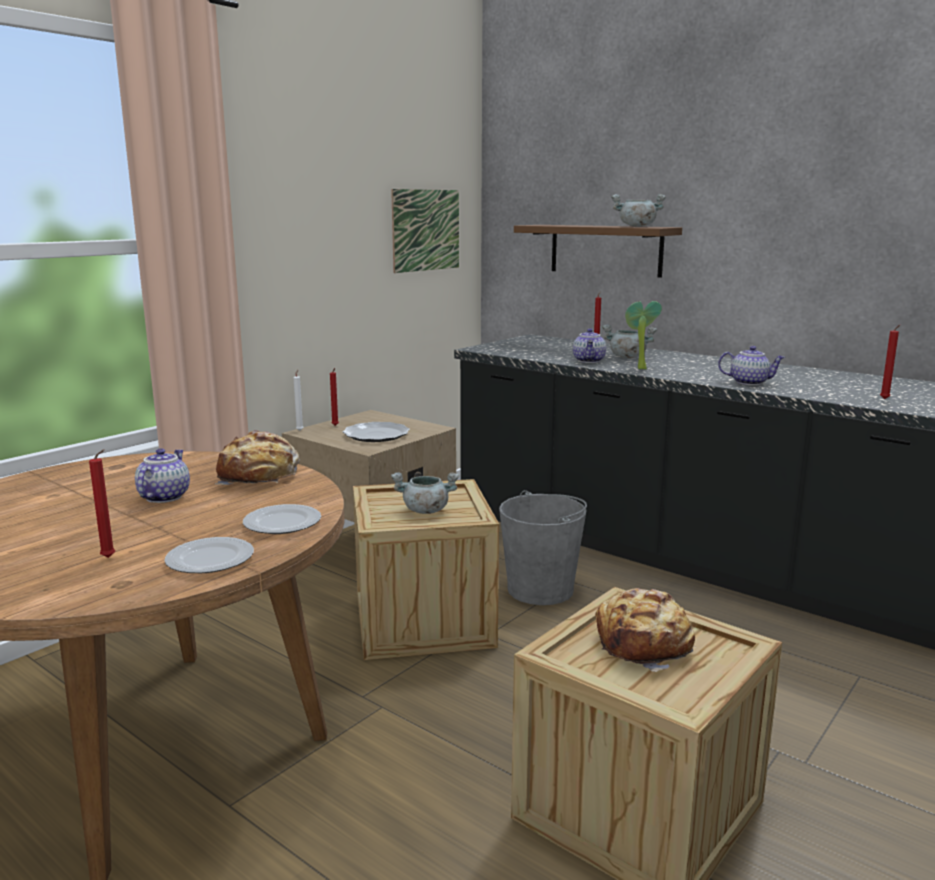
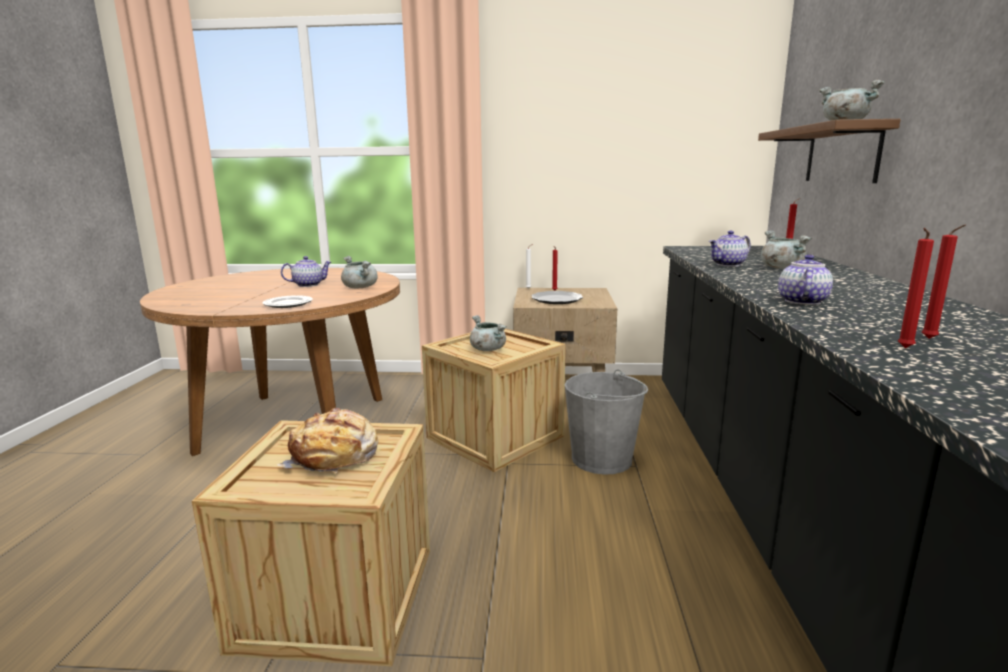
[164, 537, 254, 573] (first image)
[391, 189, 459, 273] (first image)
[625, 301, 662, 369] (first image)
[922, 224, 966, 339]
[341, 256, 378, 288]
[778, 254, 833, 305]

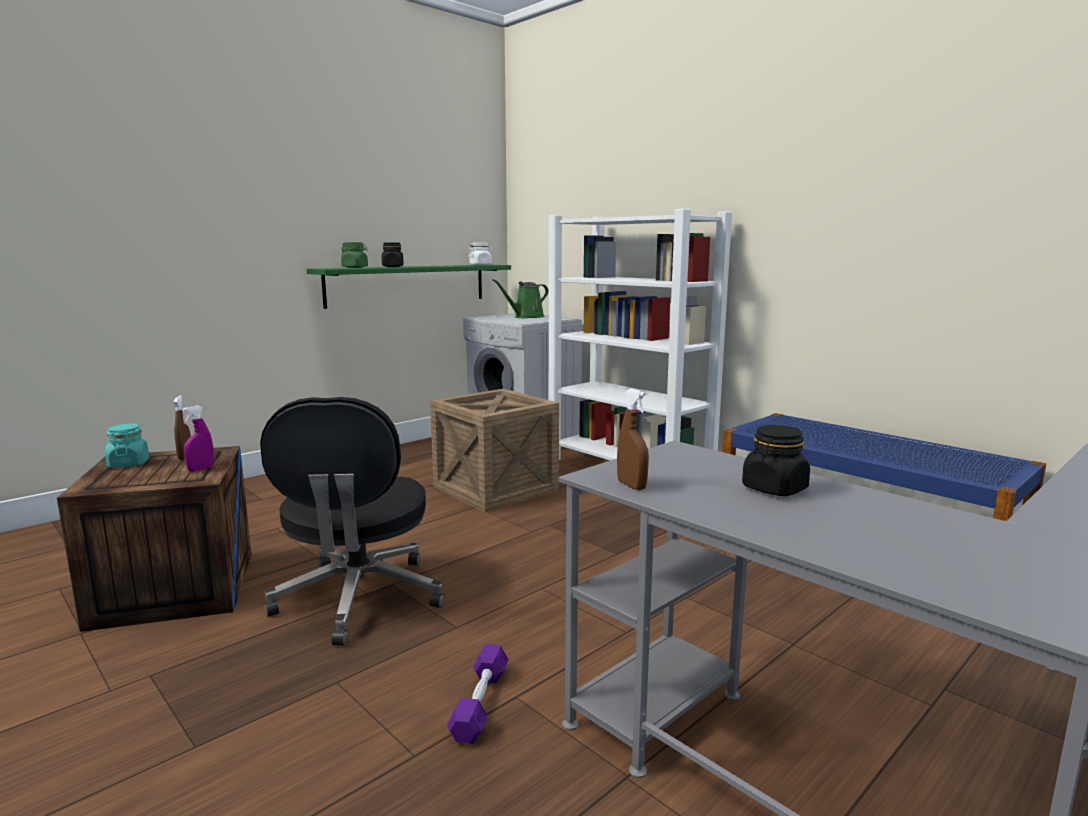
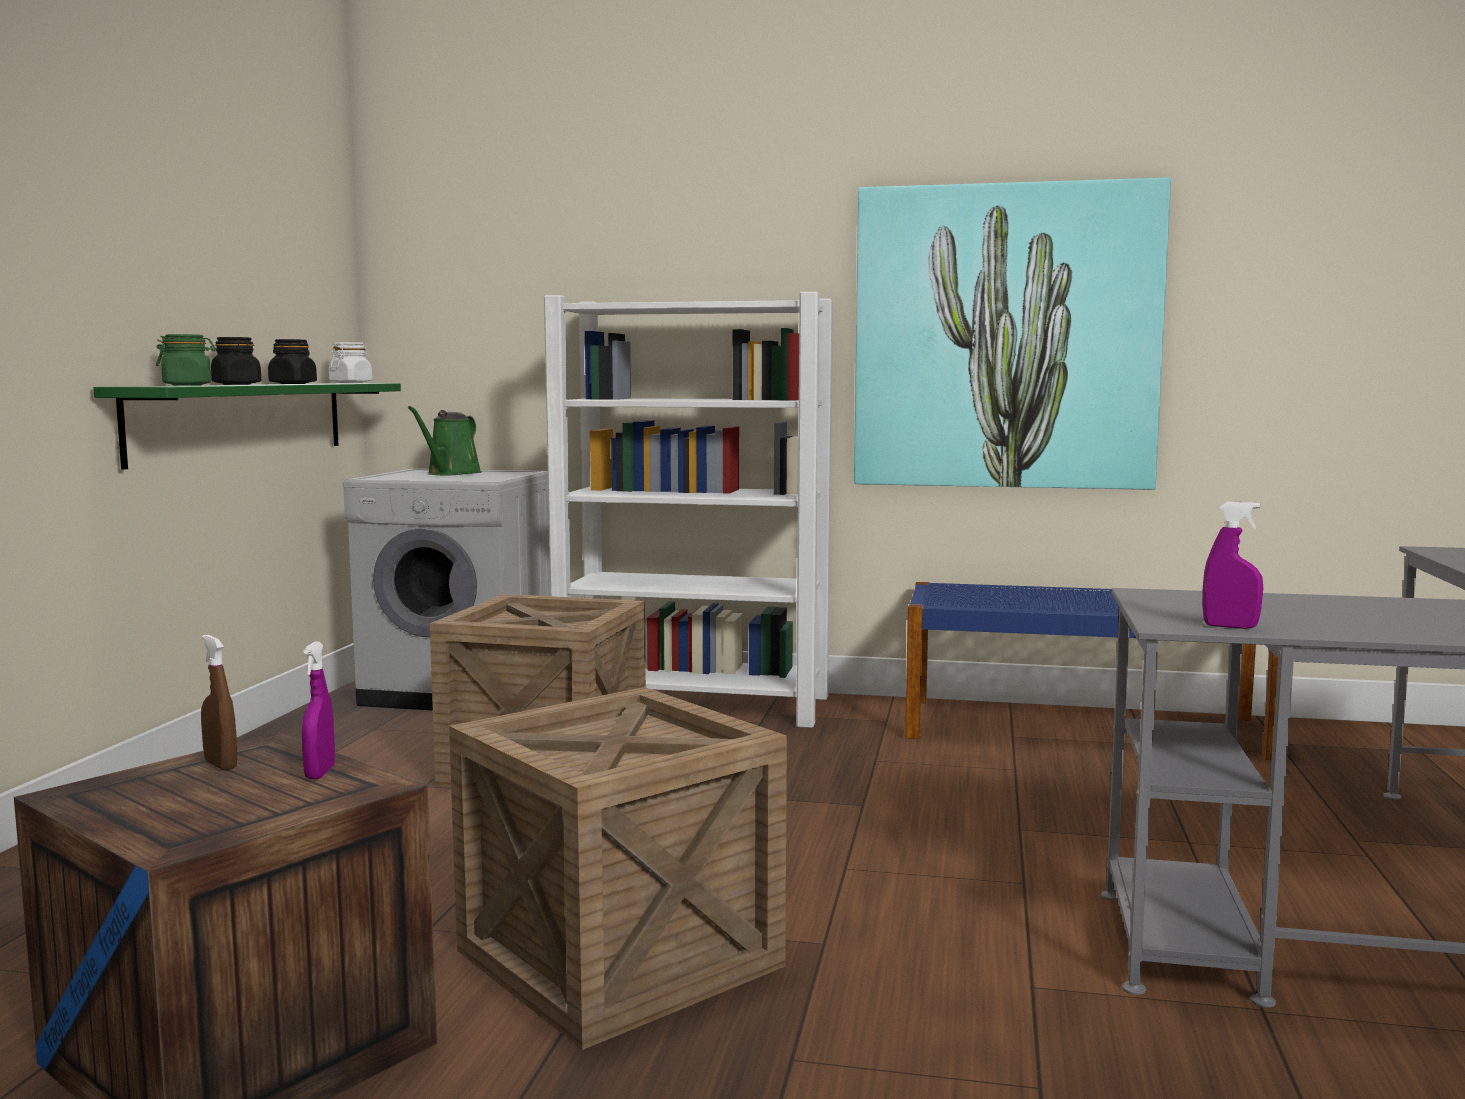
[105, 424, 149, 468] (first image)
[447, 644, 509, 744] (first image)
[854, 178, 1171, 490]
[268, 339, 317, 384]
[449, 687, 787, 1050]
[1202, 502, 1263, 629]

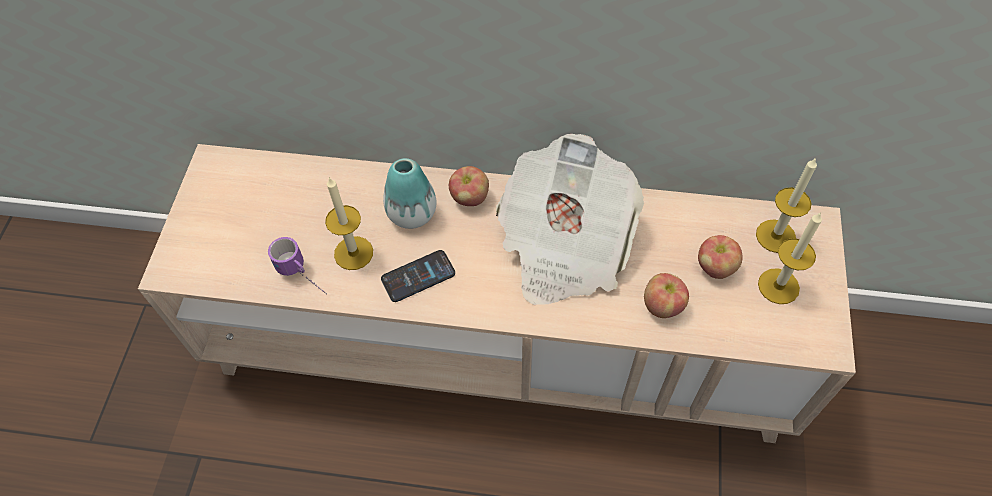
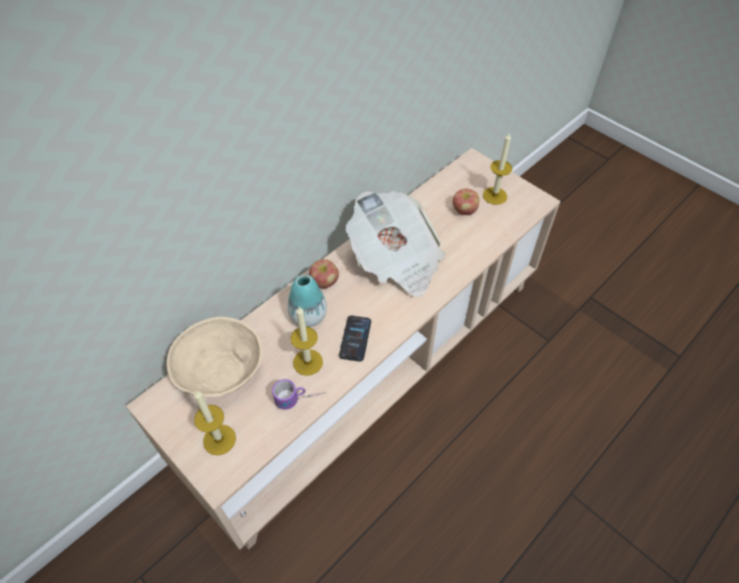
[644, 273, 689, 318] (first image)
[167, 317, 262, 397]
[194, 391, 236, 455]

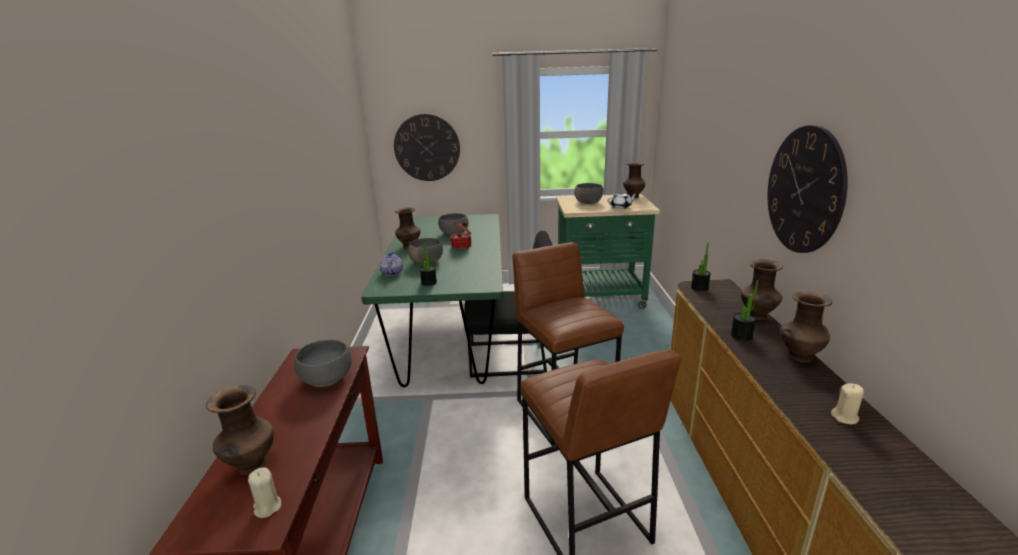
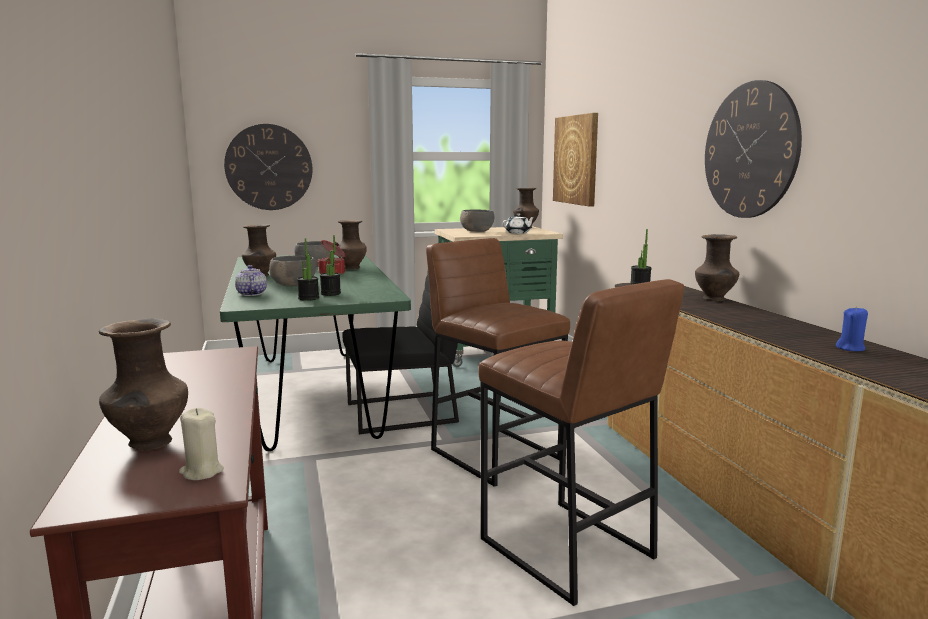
[294, 339, 352, 387] (first image)
[553, 113, 598, 207]
[320, 235, 341, 296]
[338, 220, 367, 269]
[836, 306, 868, 351]

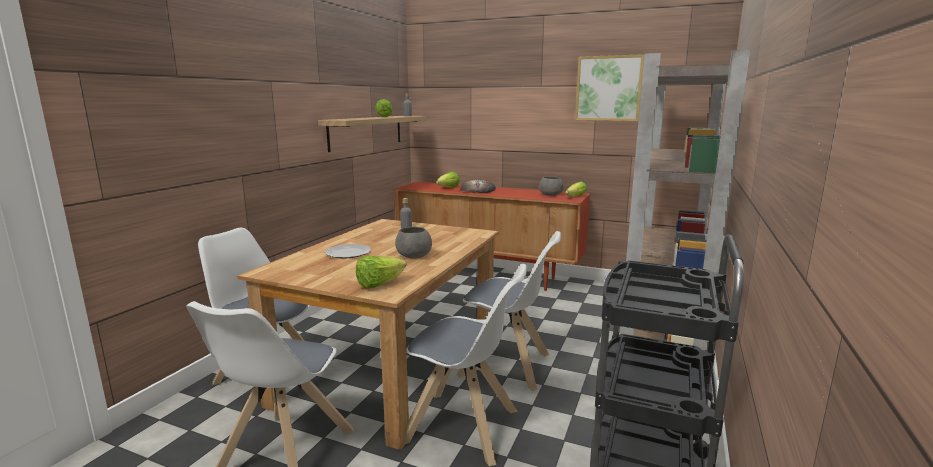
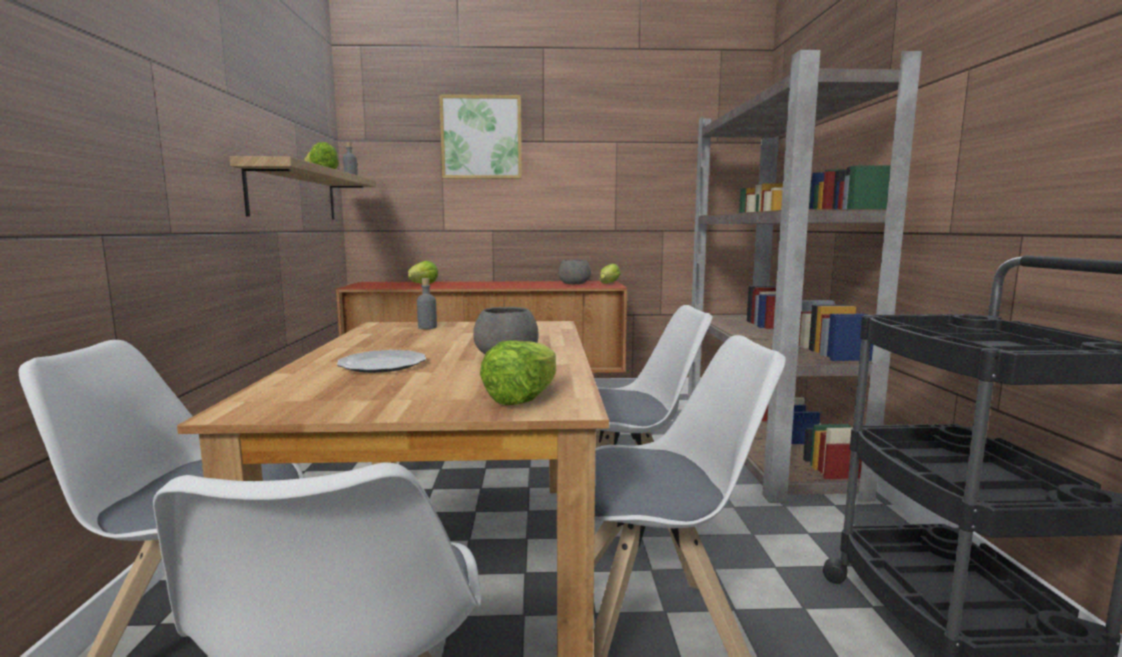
[460, 179, 496, 193] (first image)
[439, 94, 522, 179]

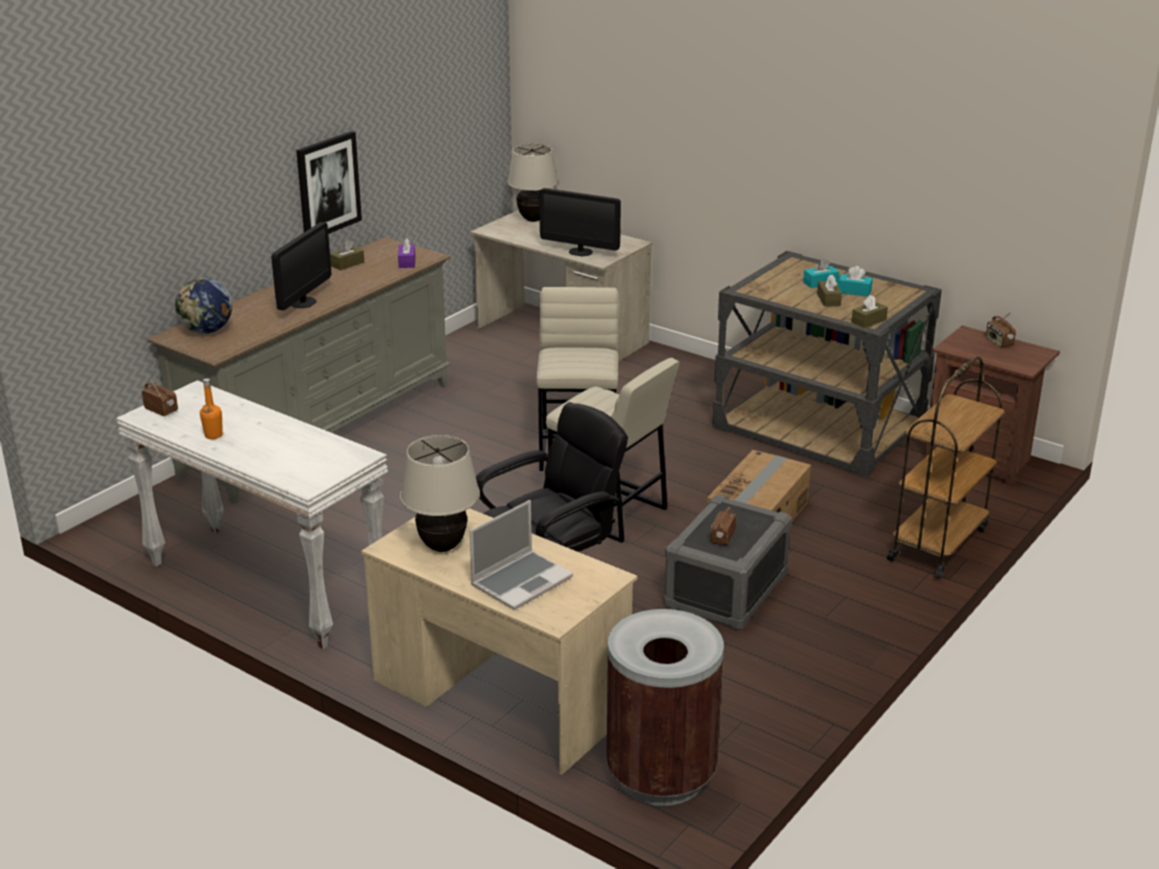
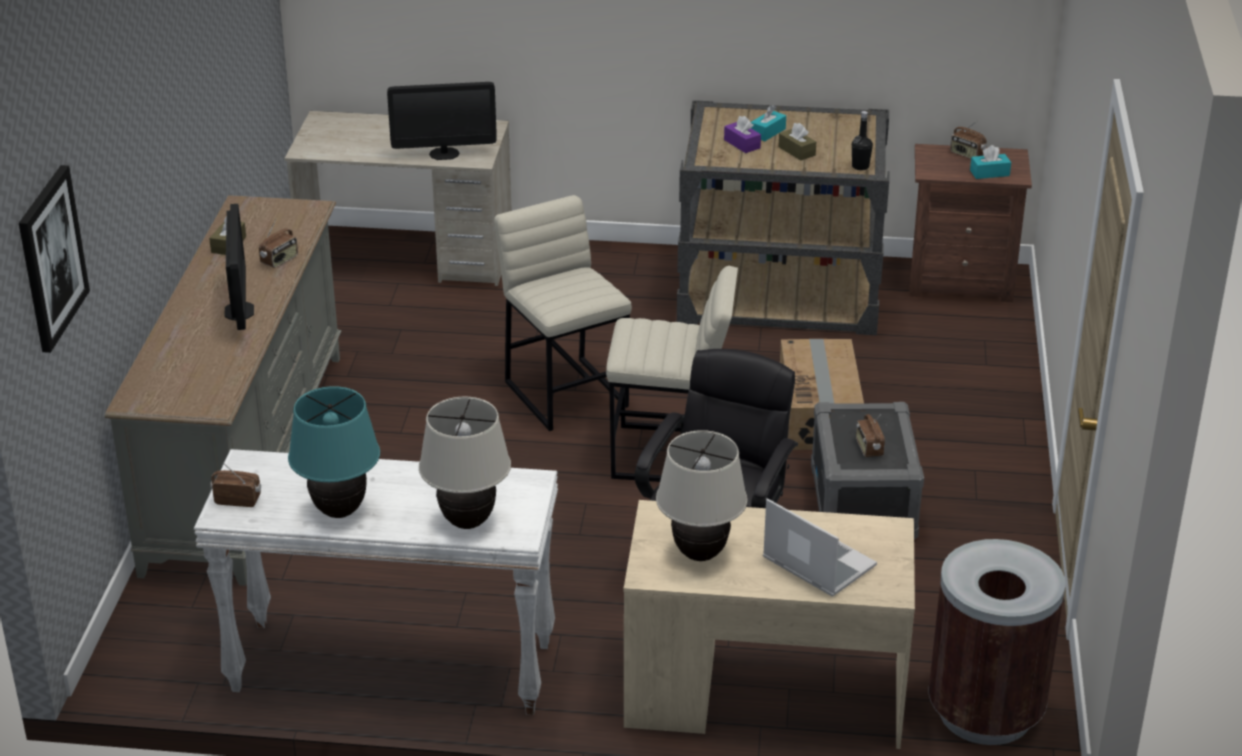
[175, 278, 232, 333] (first image)
[887, 357, 1005, 578] (first image)
[259, 219, 298, 268]
[19, 165, 90, 353]
[724, 116, 761, 153]
[419, 397, 511, 529]
[970, 145, 1011, 179]
[288, 386, 380, 518]
[852, 111, 873, 170]
[763, 498, 877, 597]

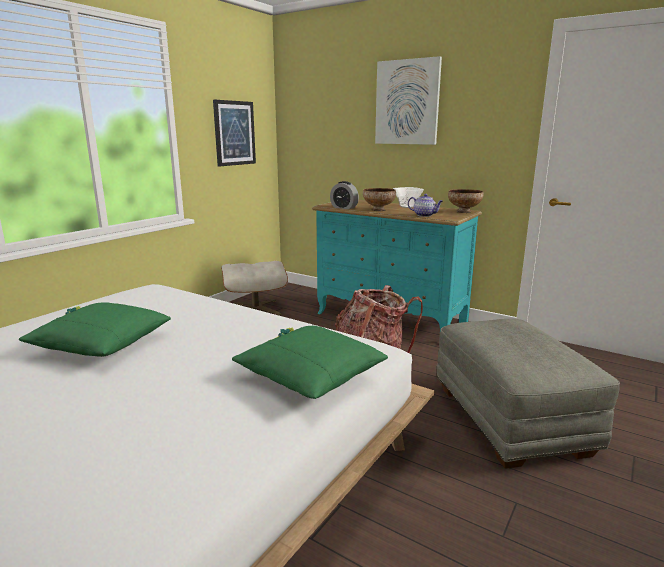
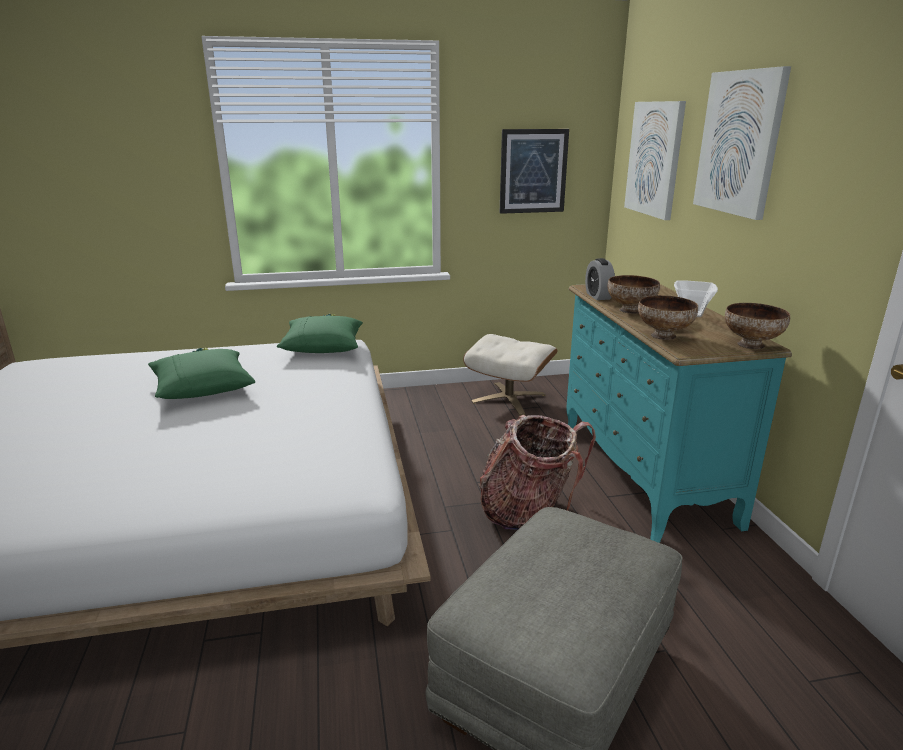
[624, 101, 686, 220]
[277, 314, 363, 353]
[638, 295, 698, 340]

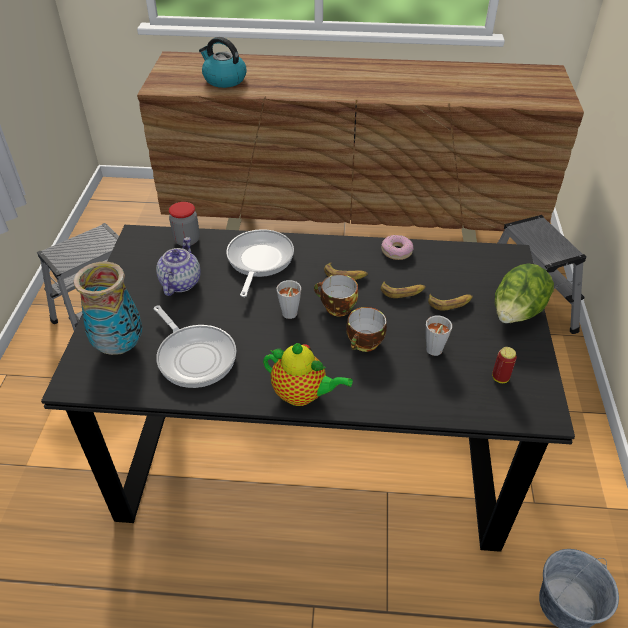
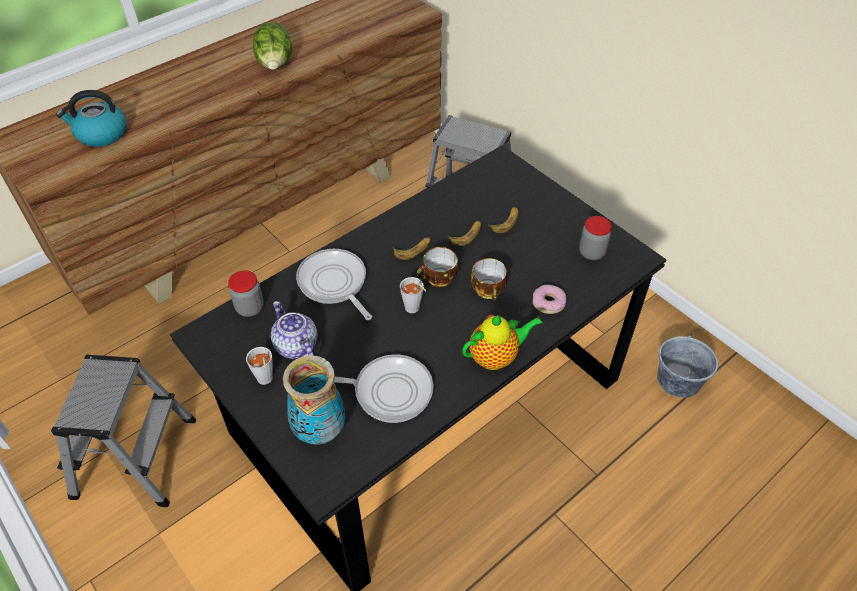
[533, 285, 566, 314]
[246, 347, 273, 385]
[253, 22, 292, 70]
[579, 216, 612, 260]

